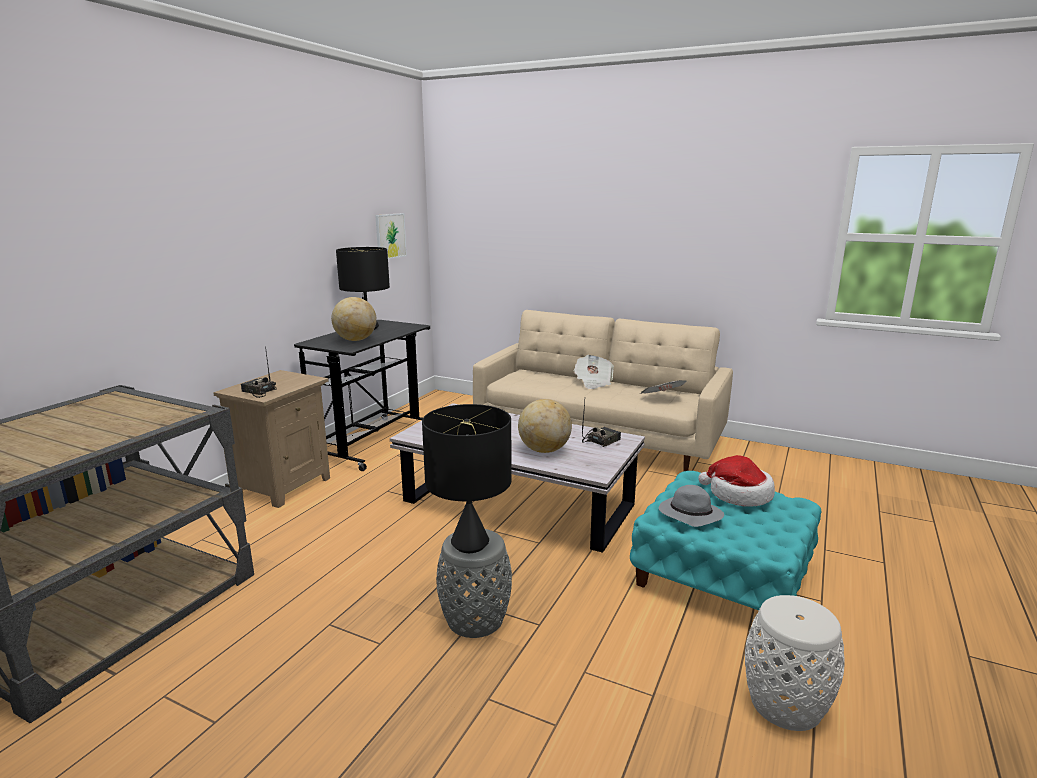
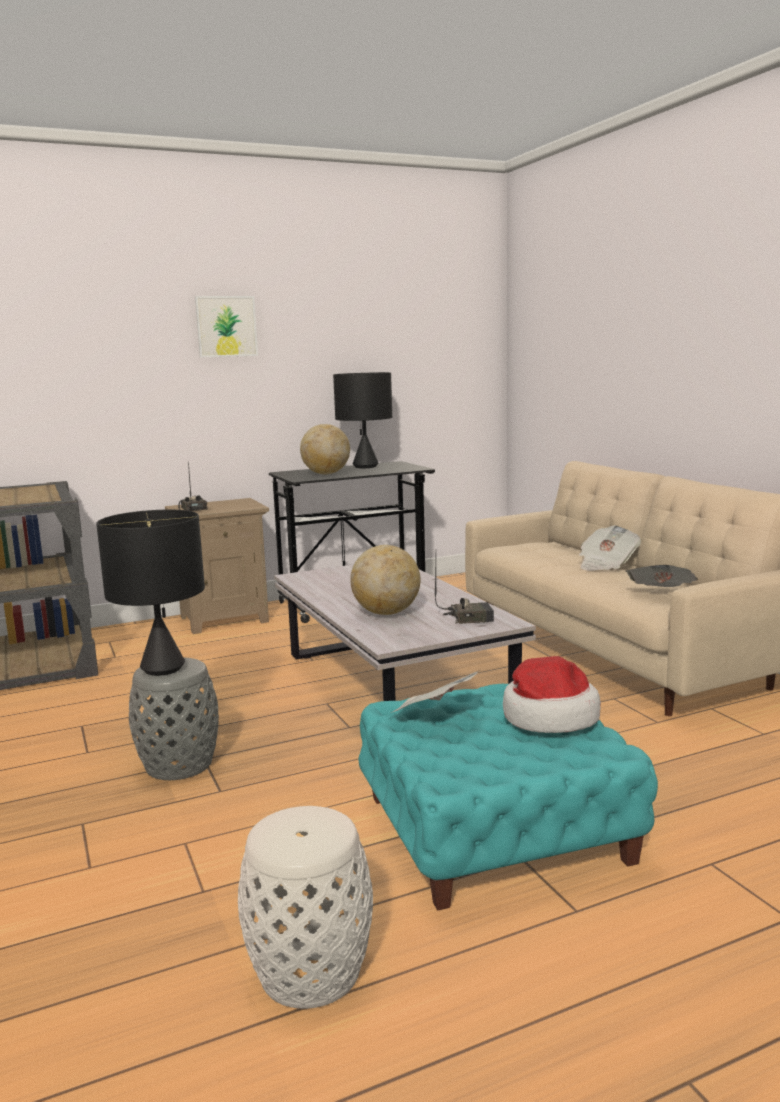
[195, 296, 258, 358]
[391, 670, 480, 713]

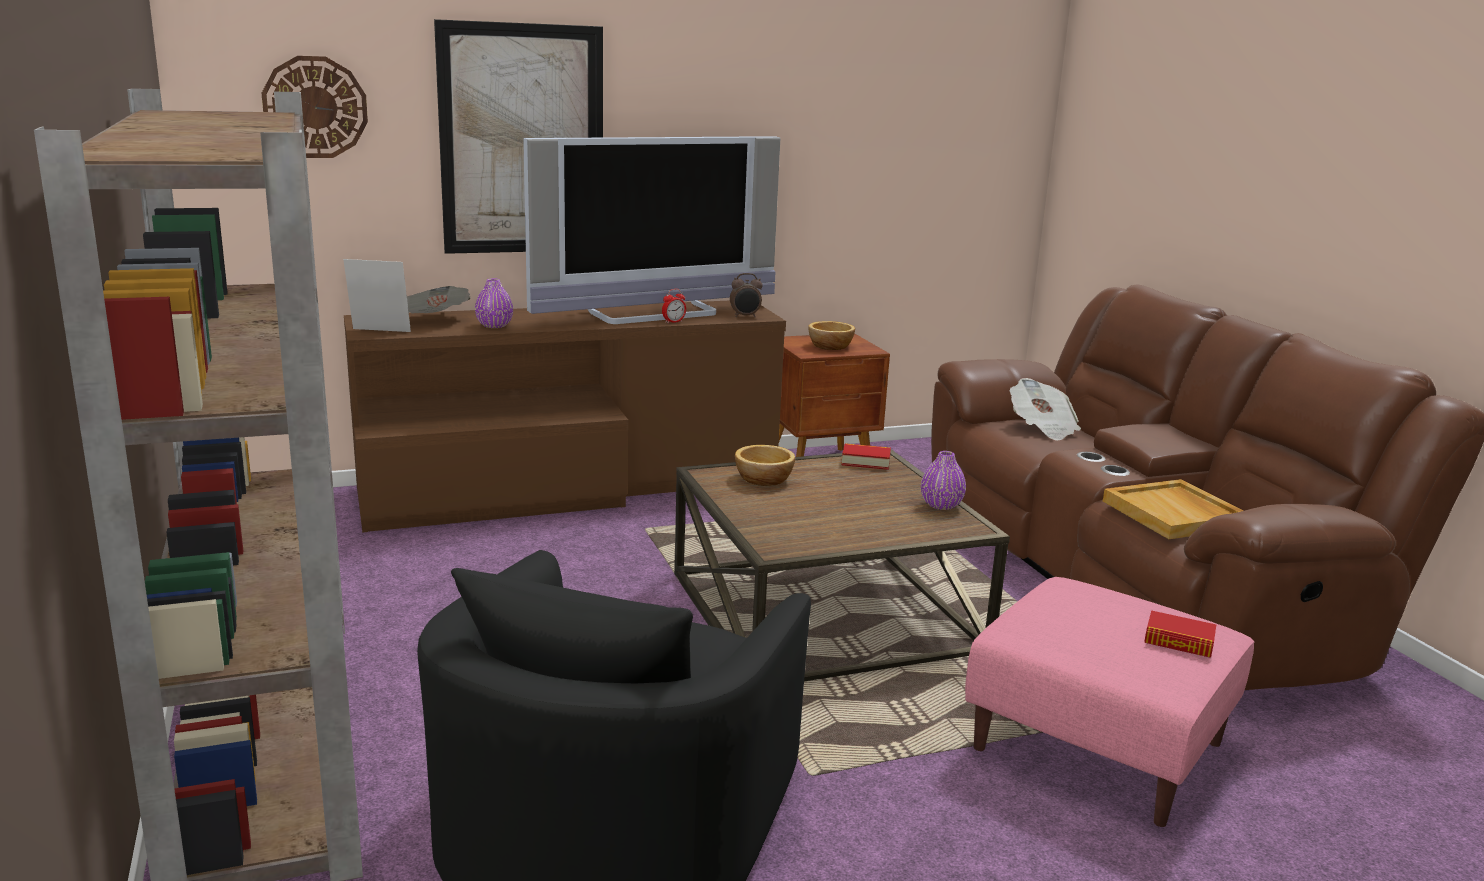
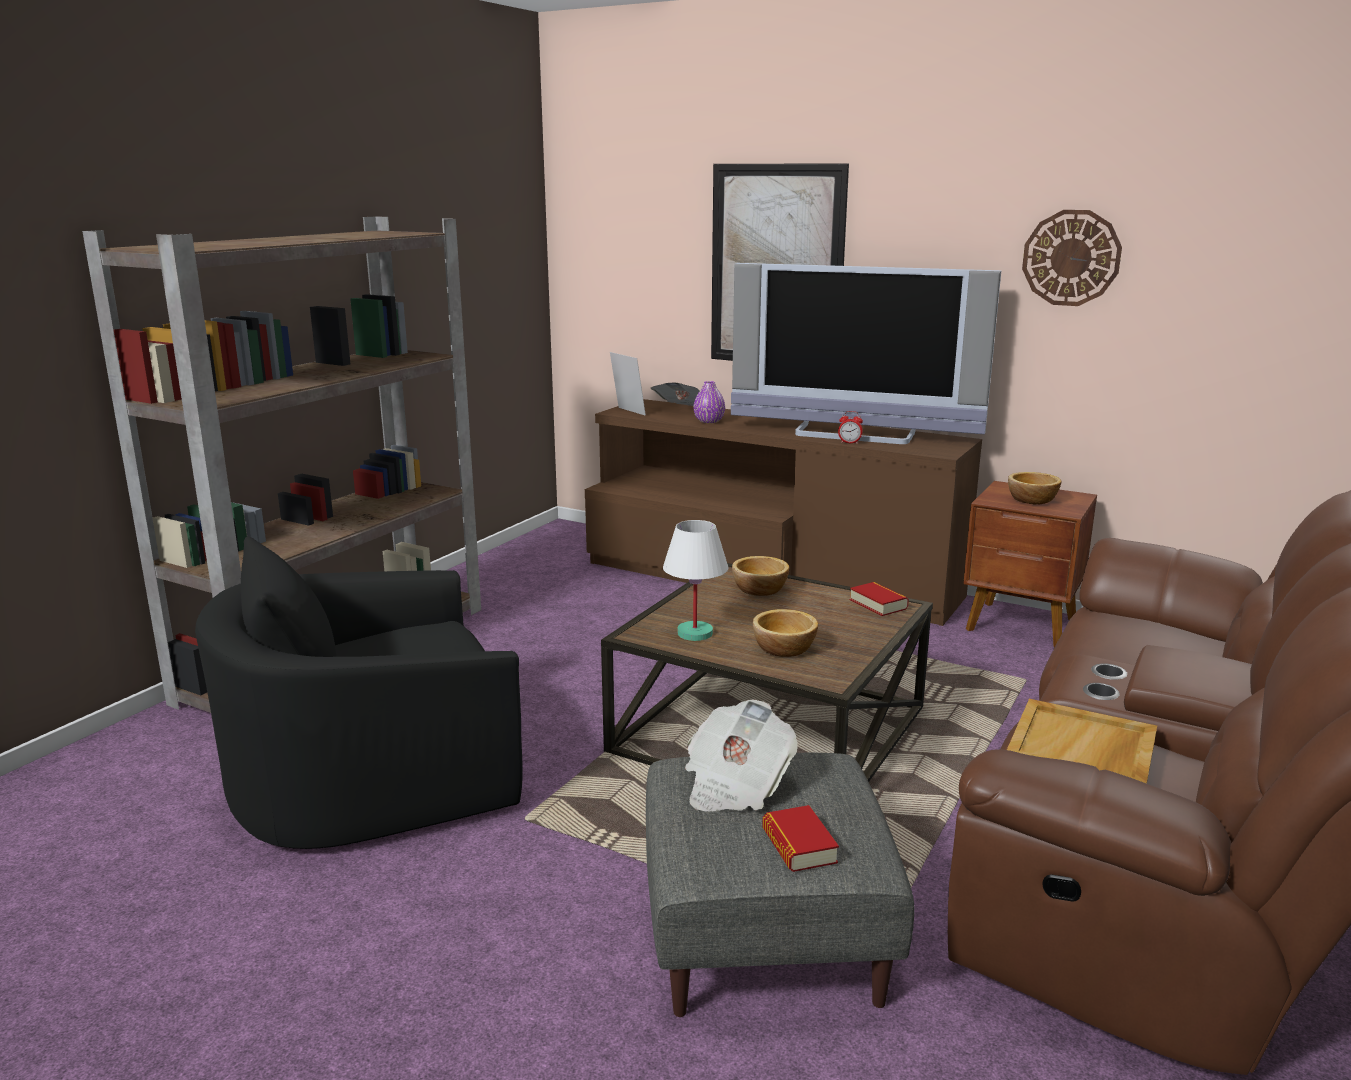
[730, 273, 763, 317] (first image)
[921, 451, 966, 510] (first image)
[663, 520, 728, 641]
[753, 609, 818, 657]
[1022, 210, 1122, 306]
[685, 700, 798, 812]
[646, 753, 915, 1017]

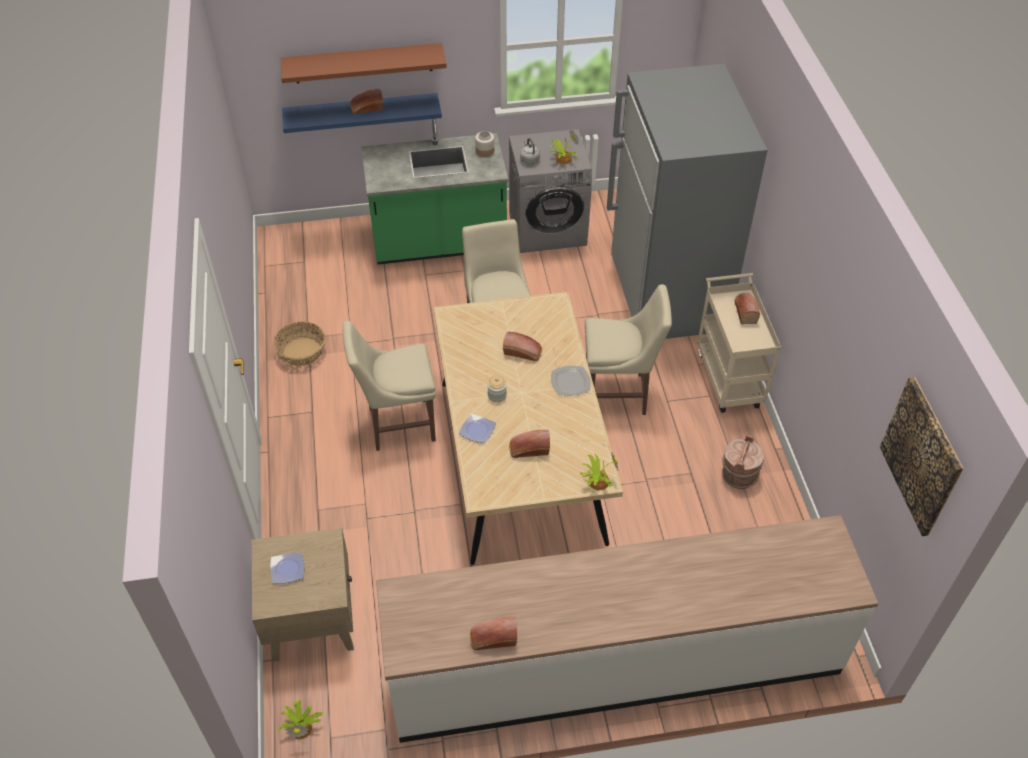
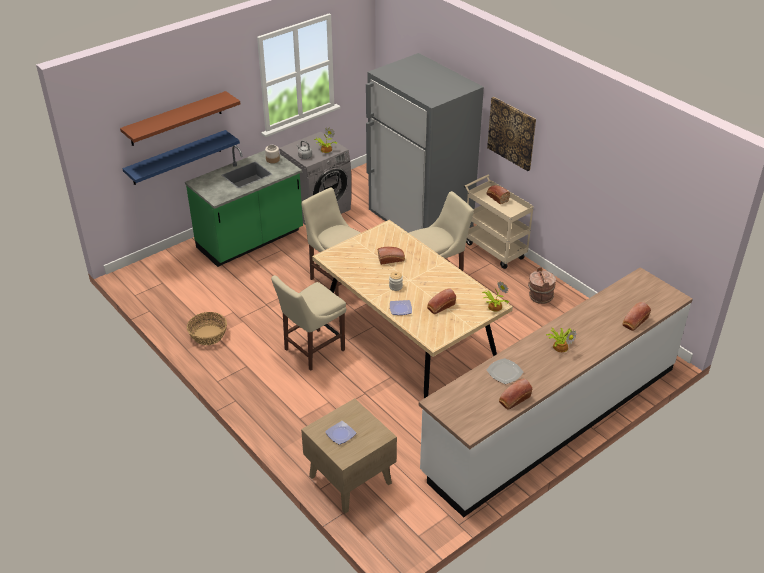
[547, 328, 576, 352]
[623, 302, 651, 331]
[487, 358, 523, 384]
[487, 97, 536, 171]

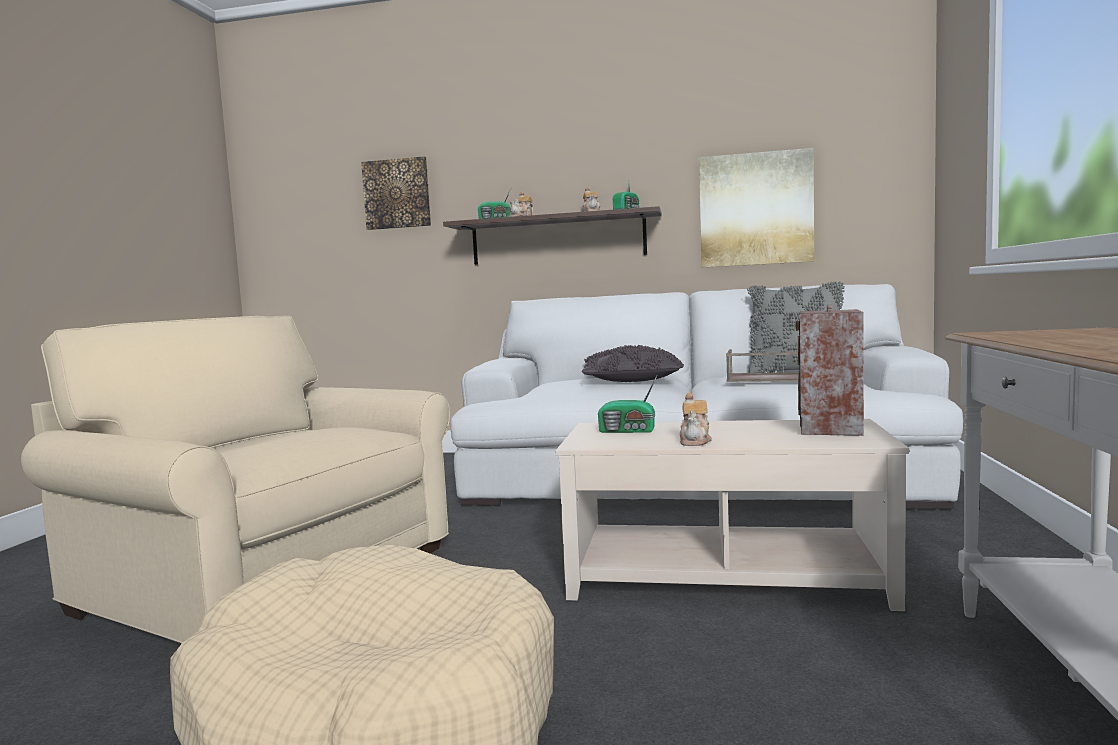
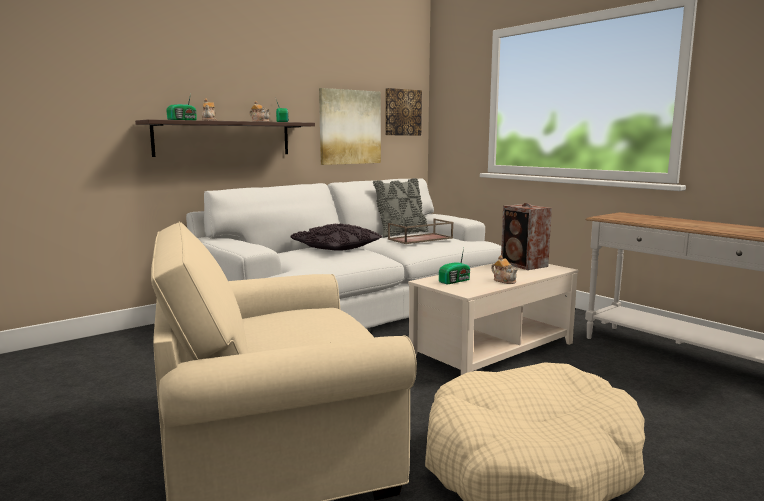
[385, 88, 422, 135]

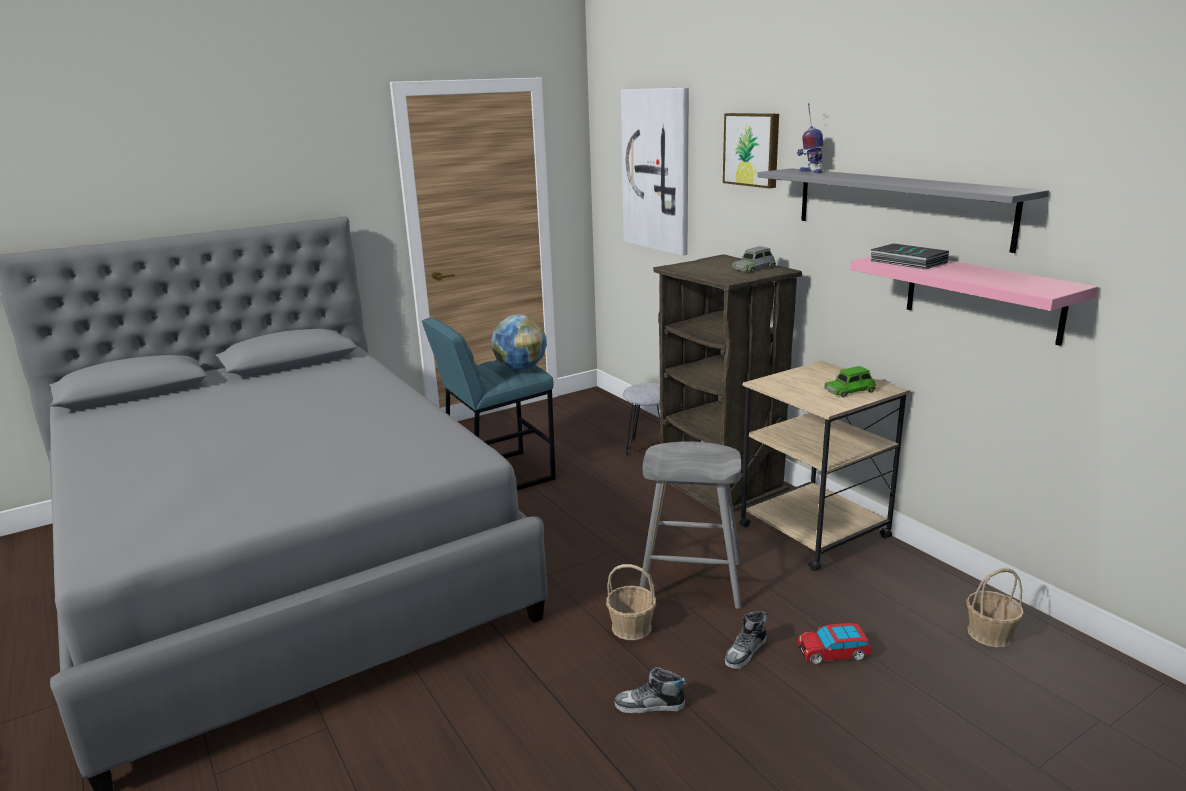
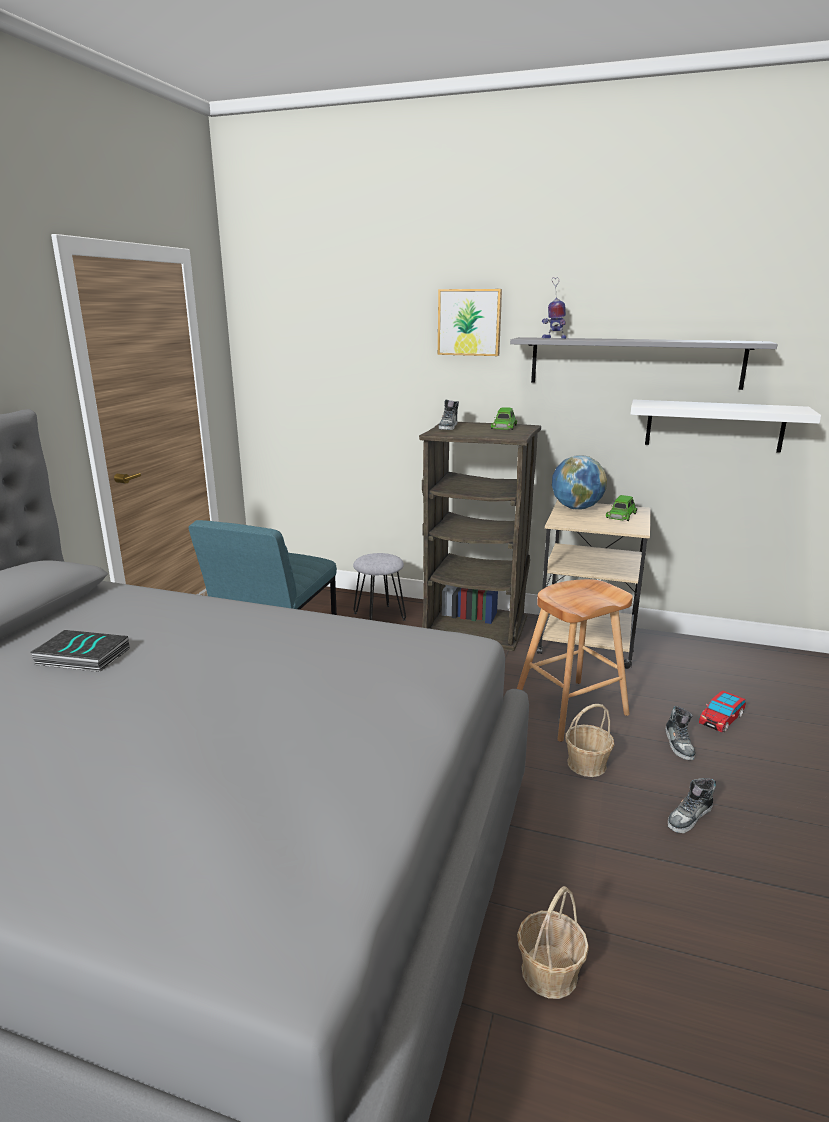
[621, 88, 689, 256] (first image)
[438, 399, 459, 430]
[552, 455, 607, 510]
[30, 630, 130, 672]
[517, 886, 589, 999]
[517, 579, 633, 742]
[491, 407, 517, 430]
[630, 400, 821, 453]

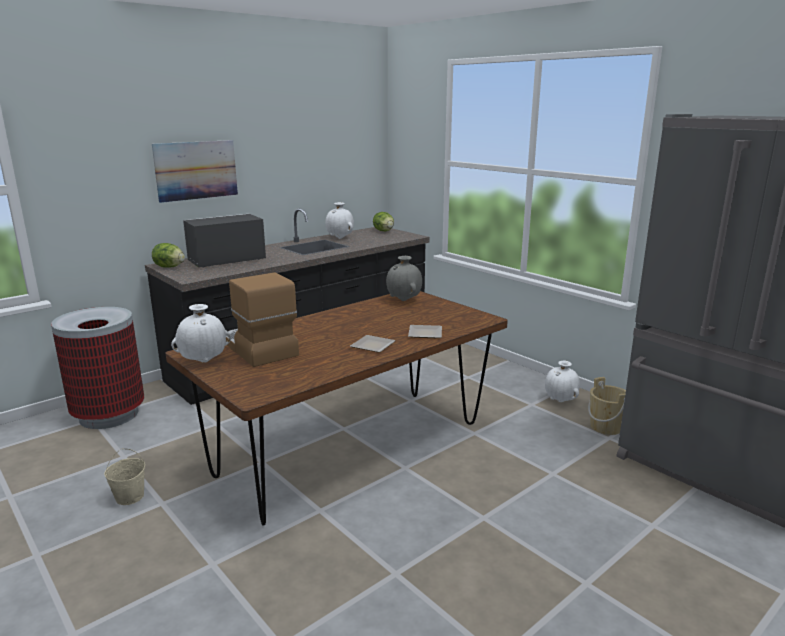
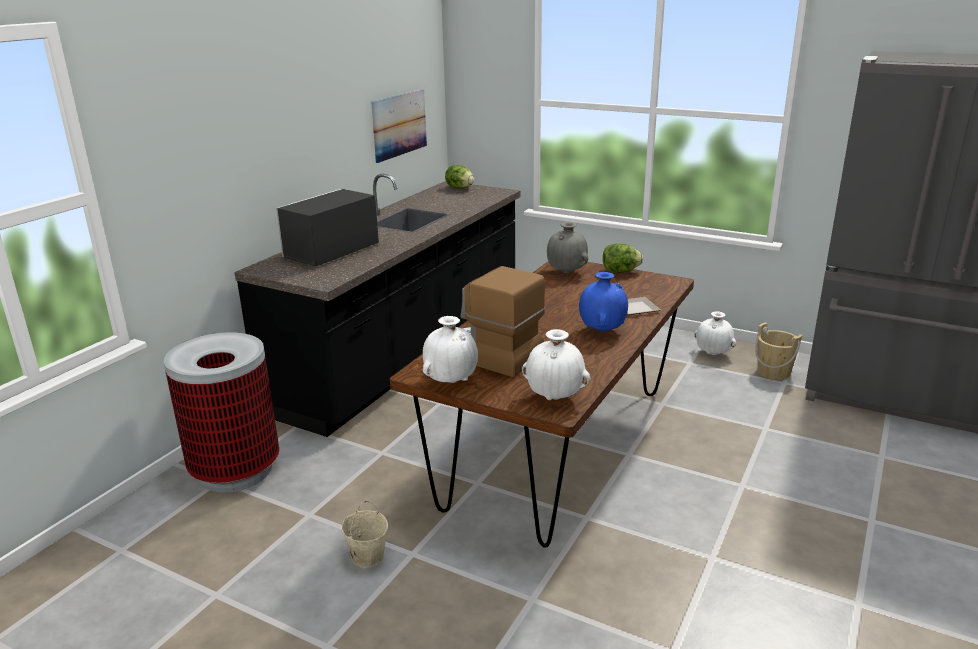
[371, 89, 427, 163]
[603, 243, 643, 273]
[522, 329, 590, 400]
[579, 272, 628, 332]

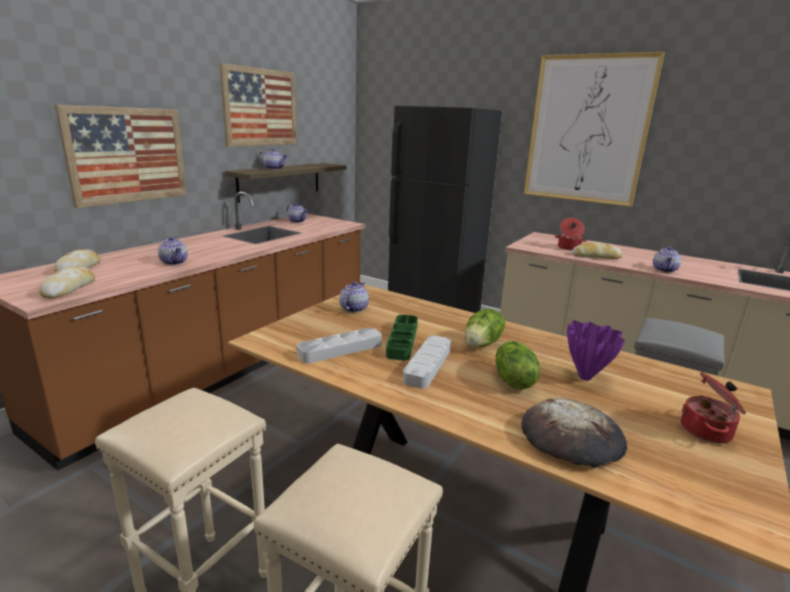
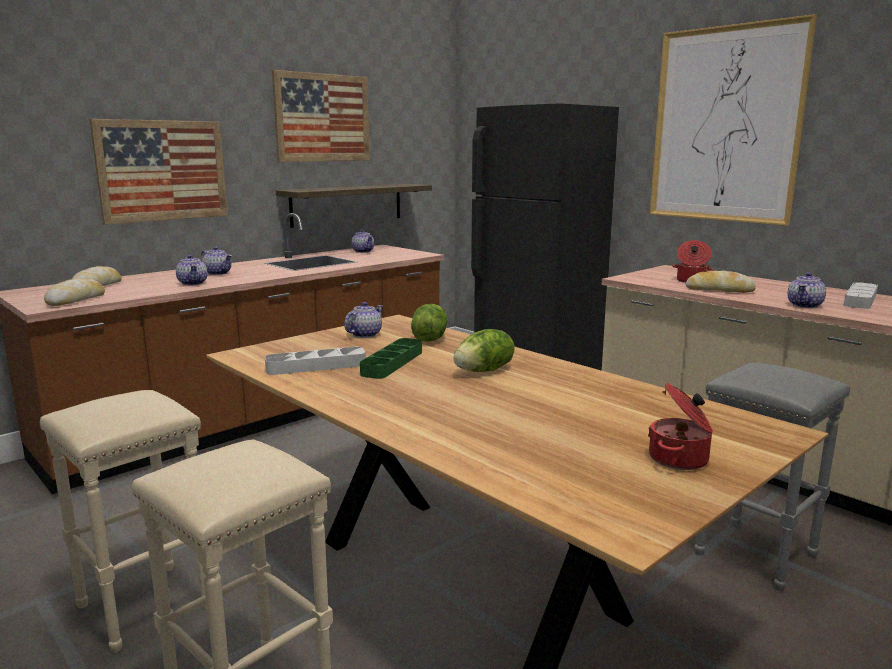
[521, 398, 627, 468] (first image)
[567, 320, 625, 381] (first image)
[201, 246, 232, 275]
[844, 282, 878, 309]
[411, 304, 447, 342]

